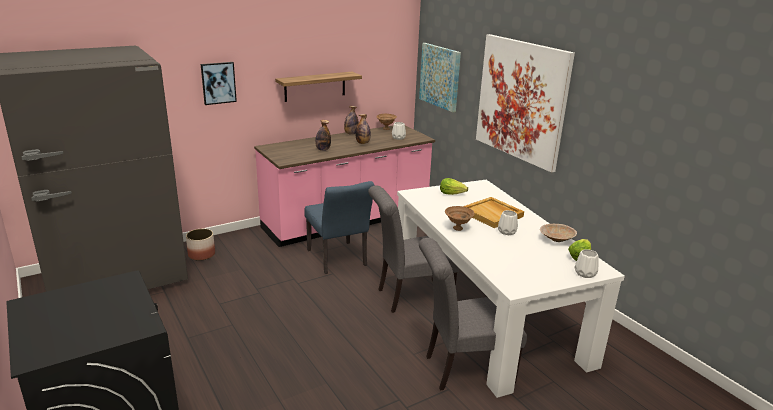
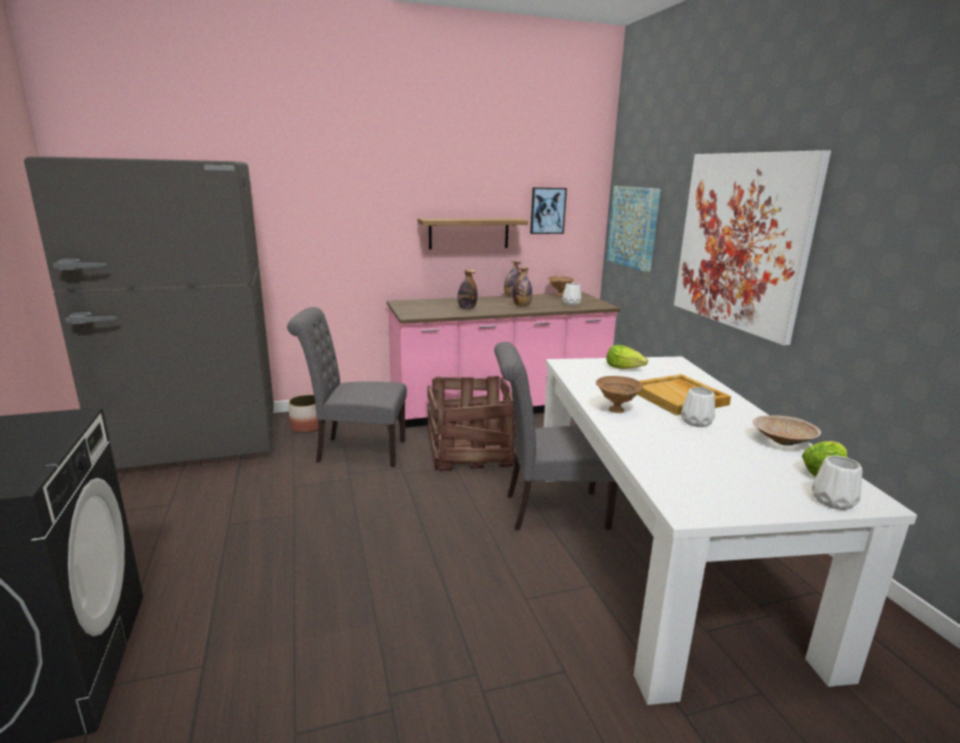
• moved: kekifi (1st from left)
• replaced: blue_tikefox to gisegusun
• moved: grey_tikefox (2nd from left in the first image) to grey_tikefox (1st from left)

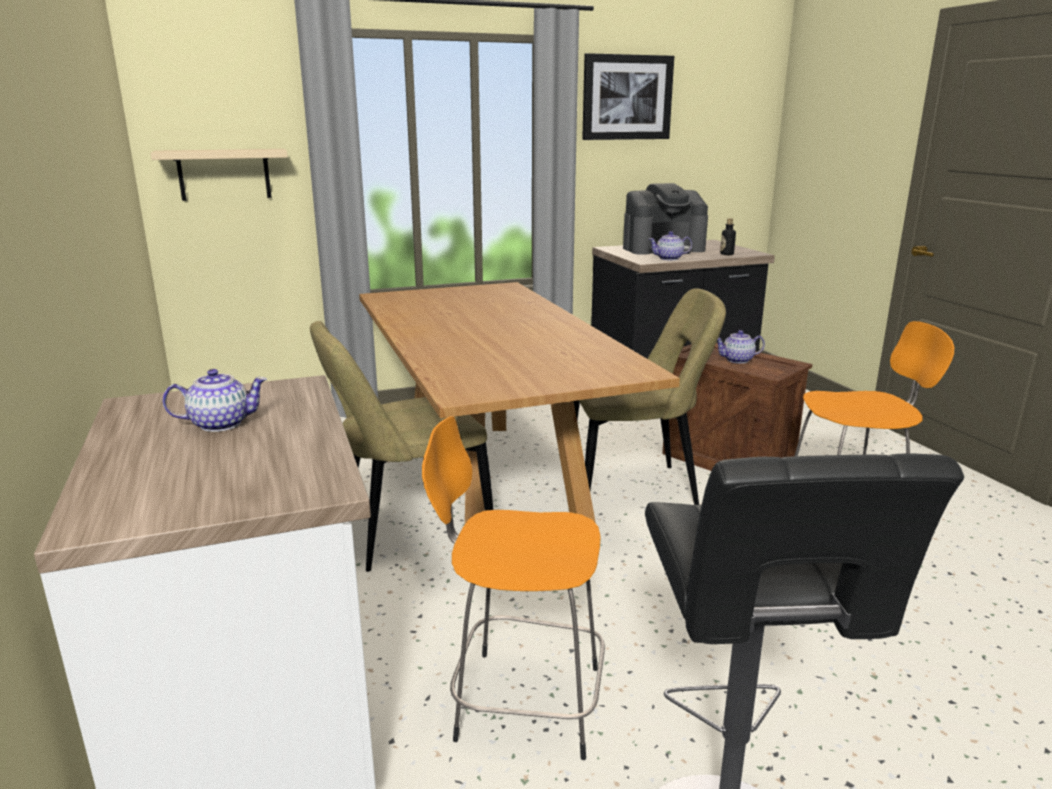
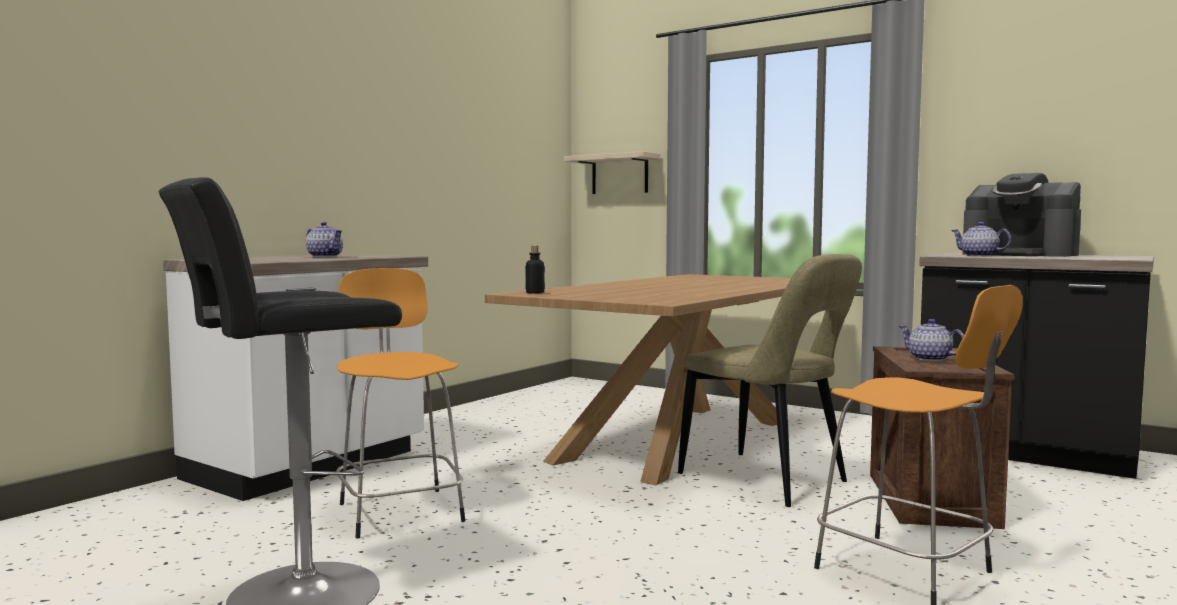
• removed: kekifi
• moved: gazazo
• removed: beige_tikefox (1st from left)

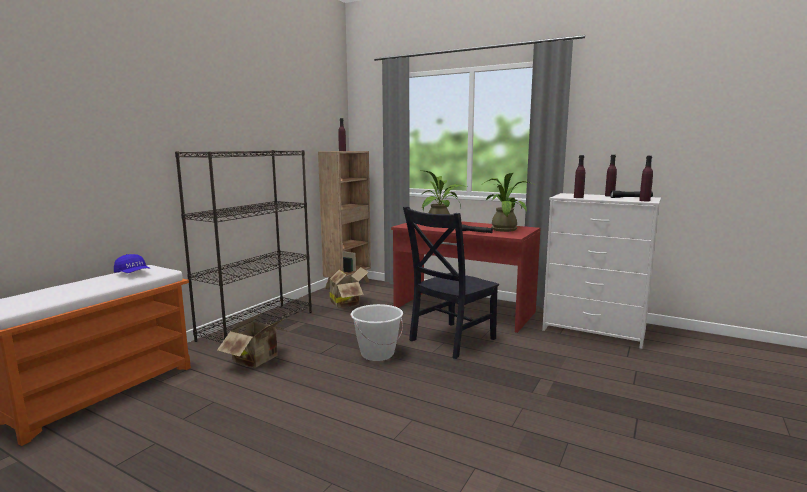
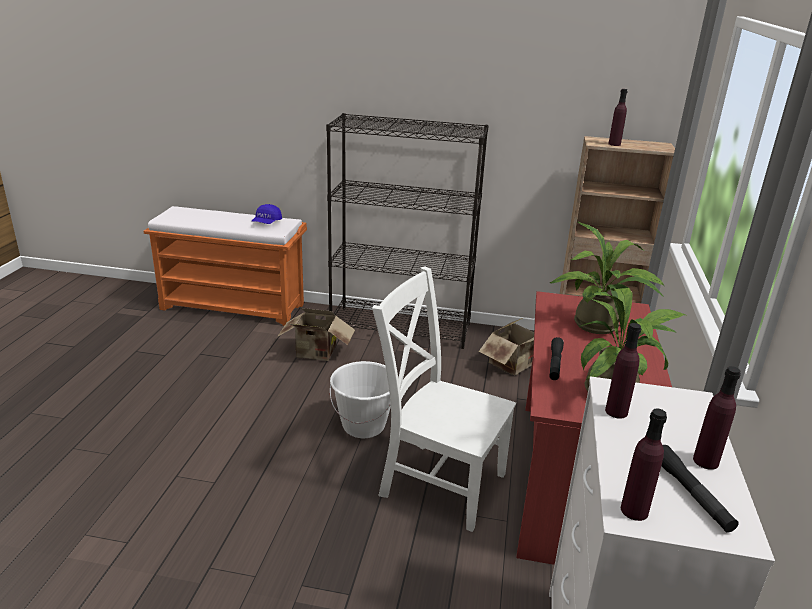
• recoloured: black_tikefox to white_tikefox

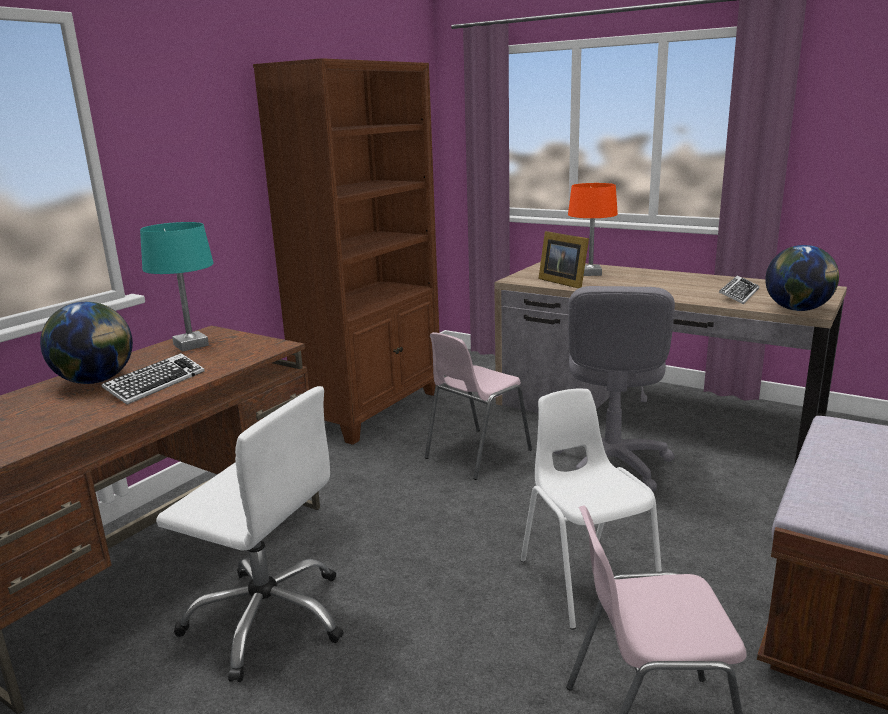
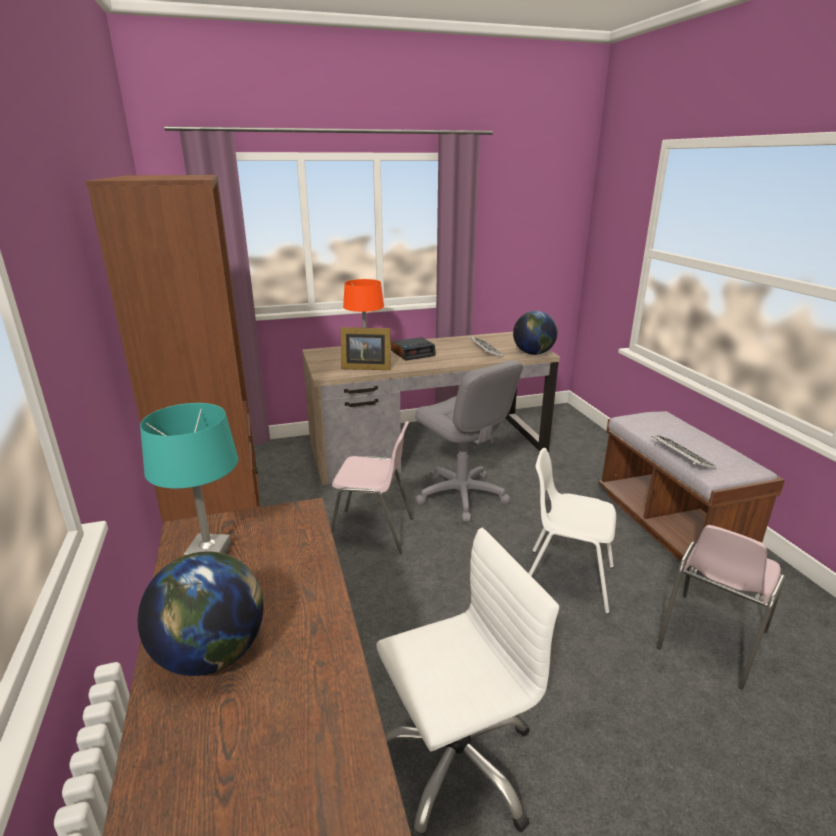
• turned: pink_tikefox (1st from left) 75 degrees counterclockwise
• moved: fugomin (1st from left in the first image) to fugomin (2nd from left)
• added: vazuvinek

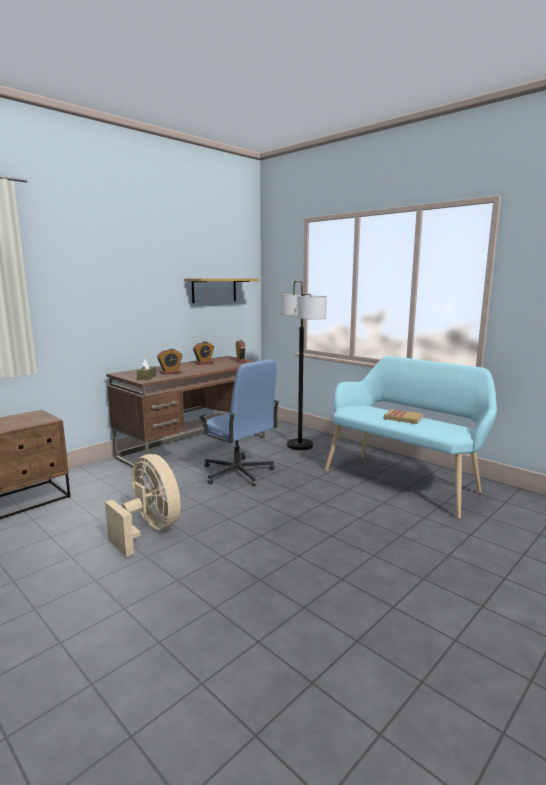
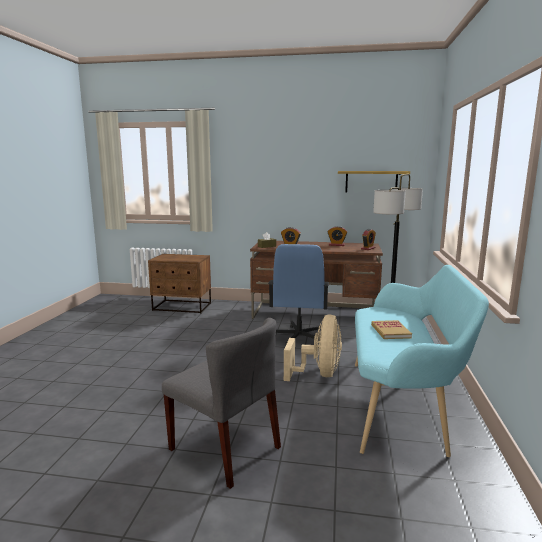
• moved: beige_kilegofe
• added: grey_tikefox

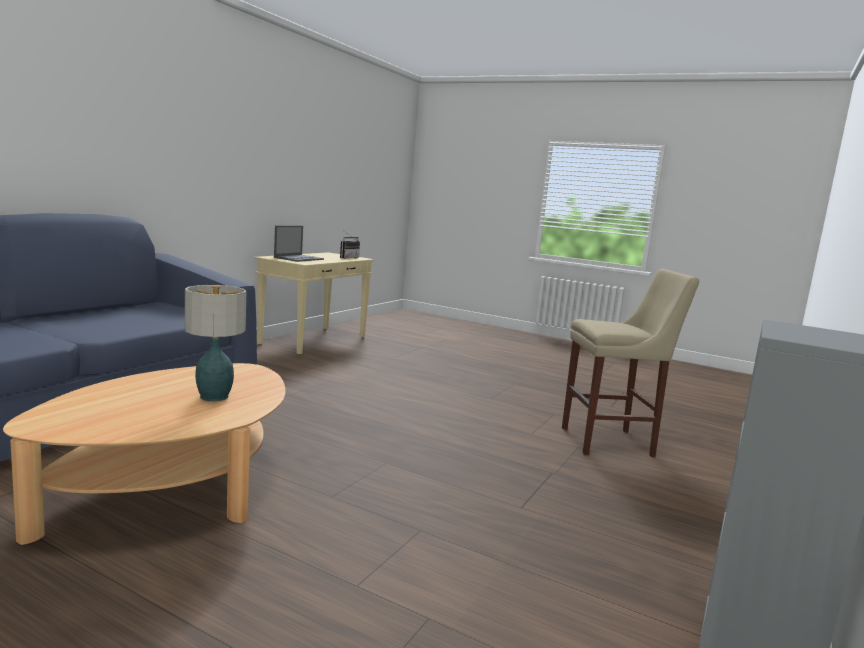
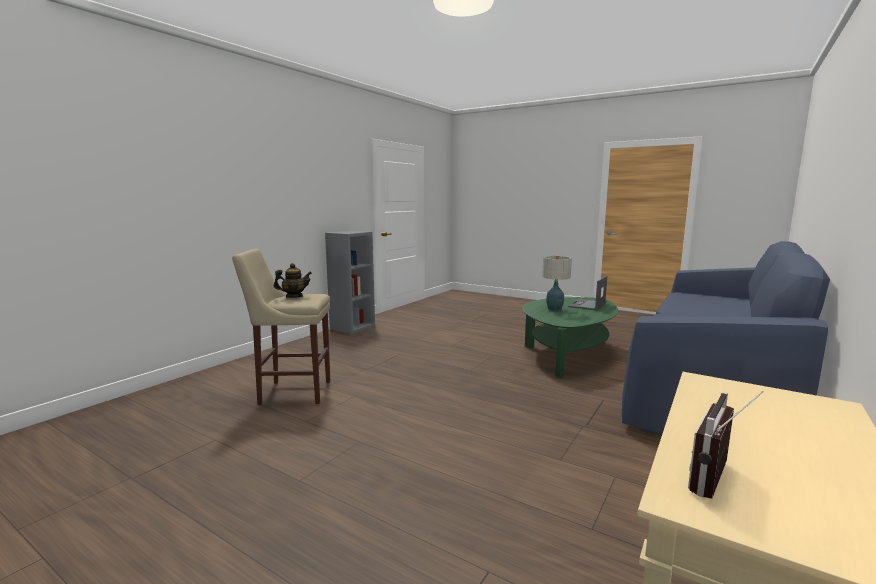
• moved: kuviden
• recoloured: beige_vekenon to green_vekenon
• added: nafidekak

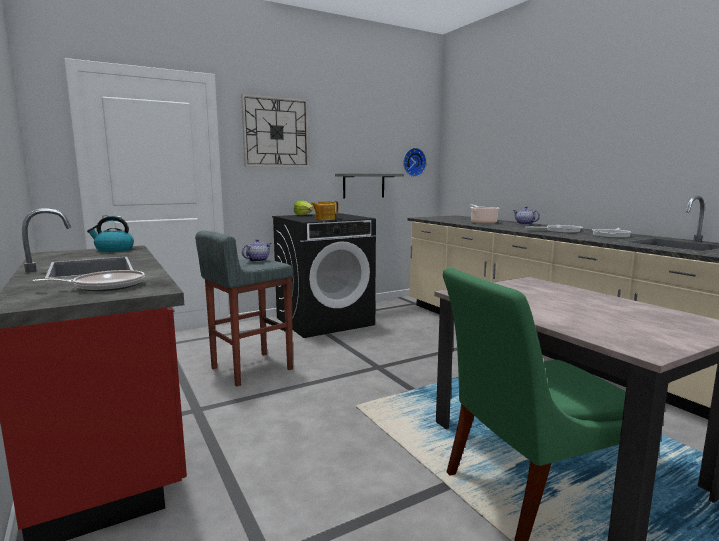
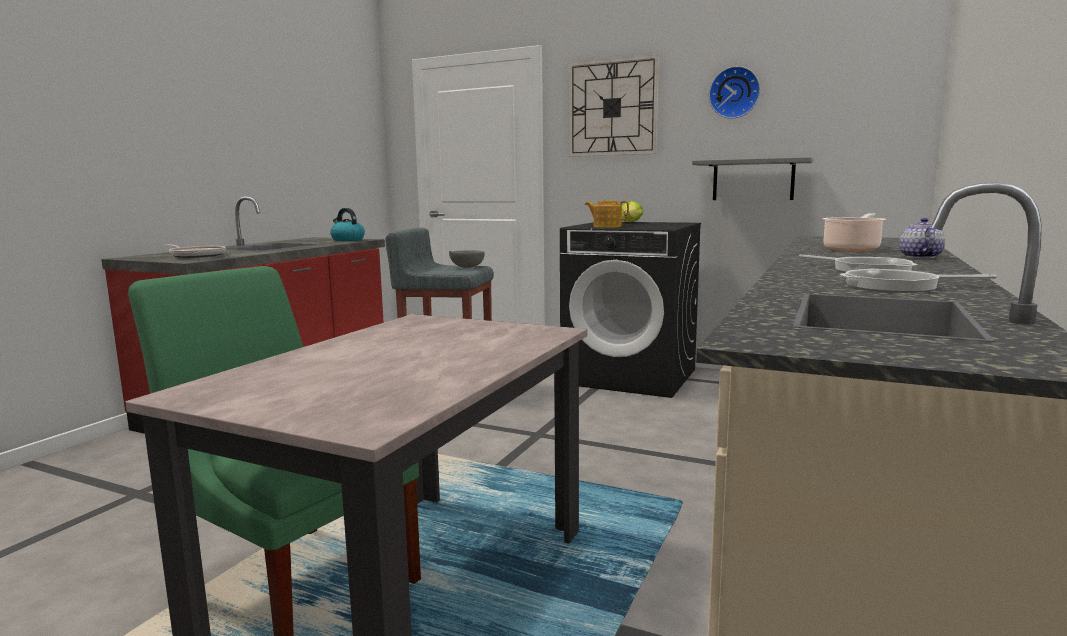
• moved: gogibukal (2nd from left)
• replaced: nafidekak (1st from left) to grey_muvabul

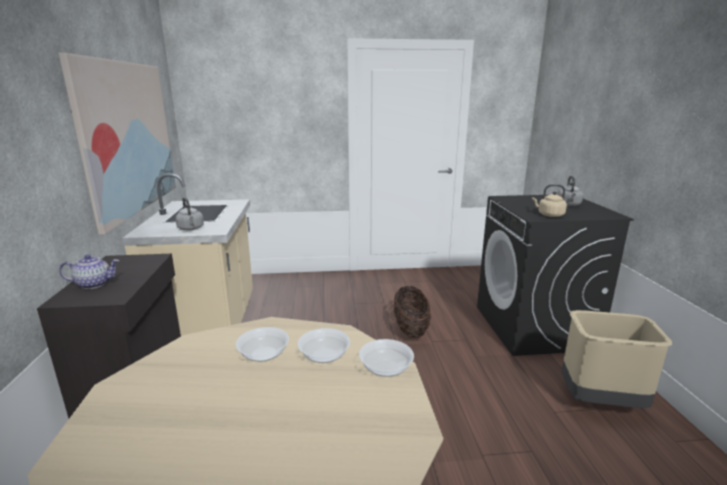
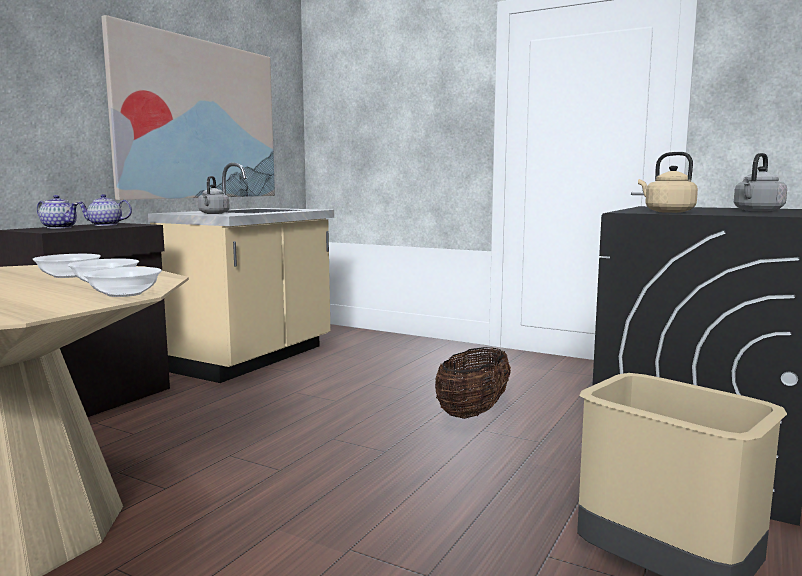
• added: nafidekak (2nd from left)

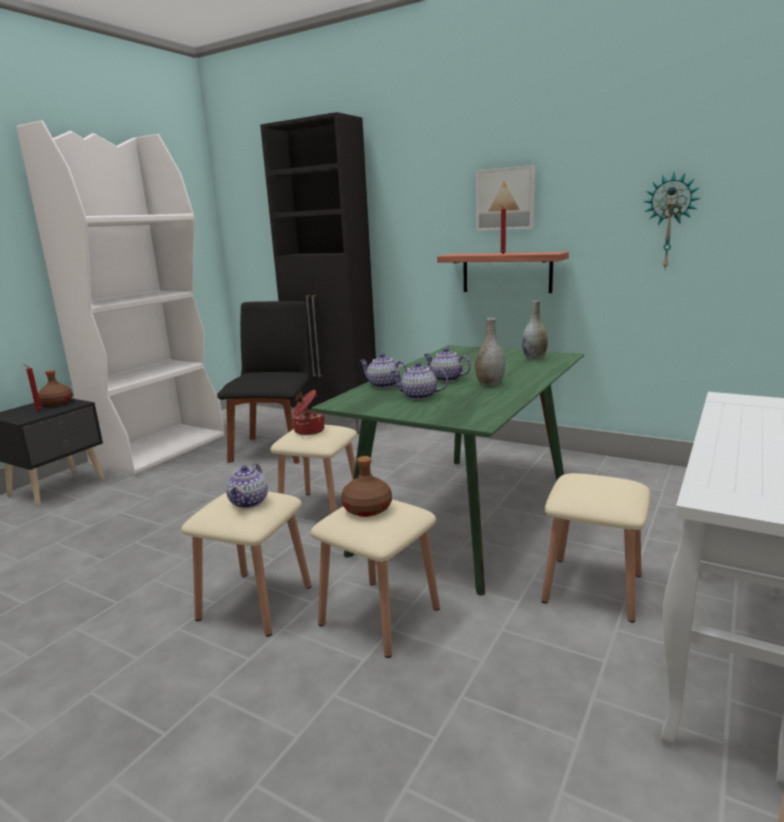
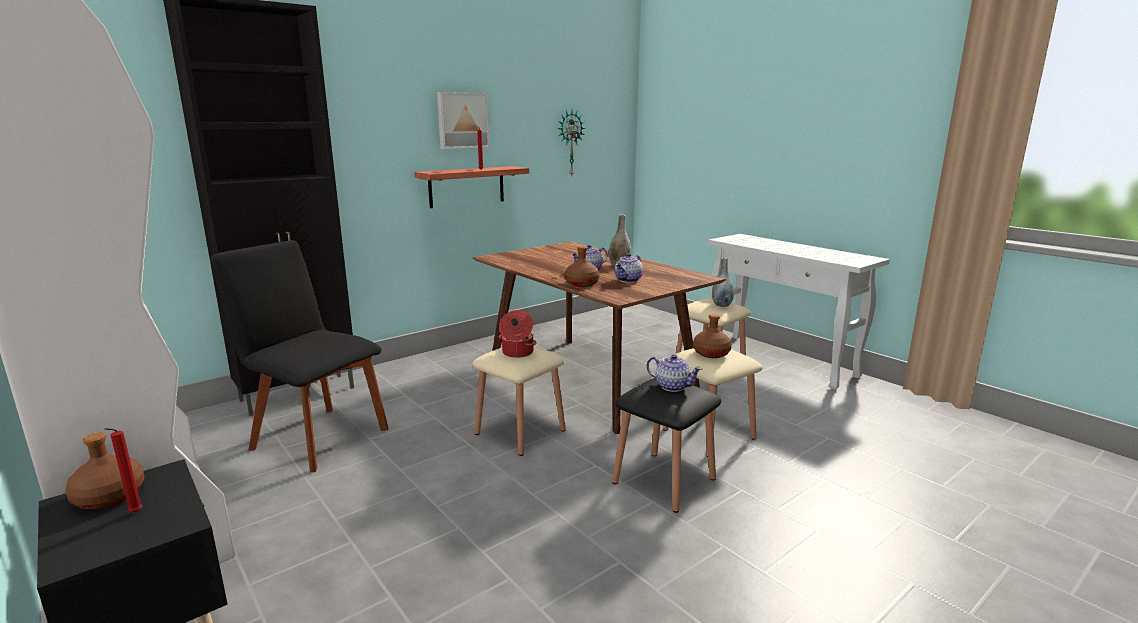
• moved: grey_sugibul (2nd from left)
• recoloured: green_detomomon to brown_detomomon
• replaced: nafidekak (2nd from left) to brown_gazazo (2nd from left)
• recoloured: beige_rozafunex (1st from left) to black_rozafunex

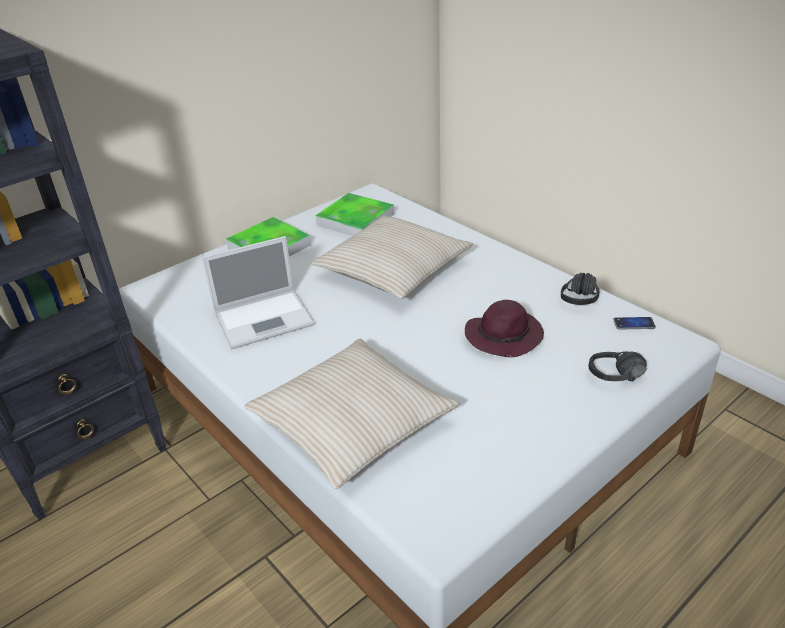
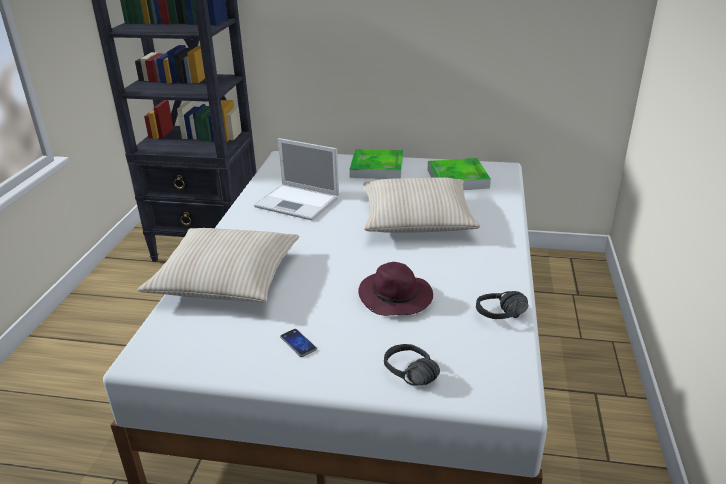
• moved: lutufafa

